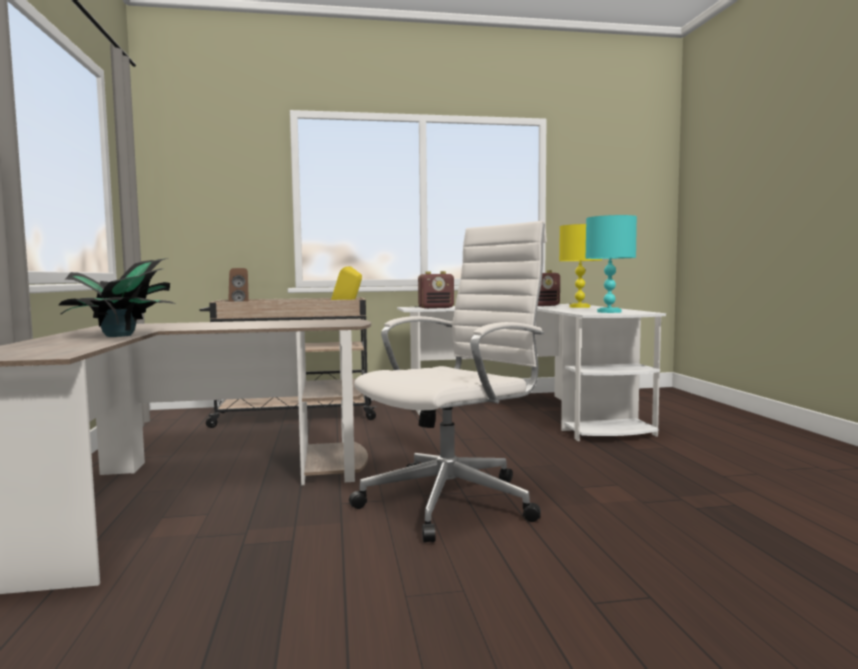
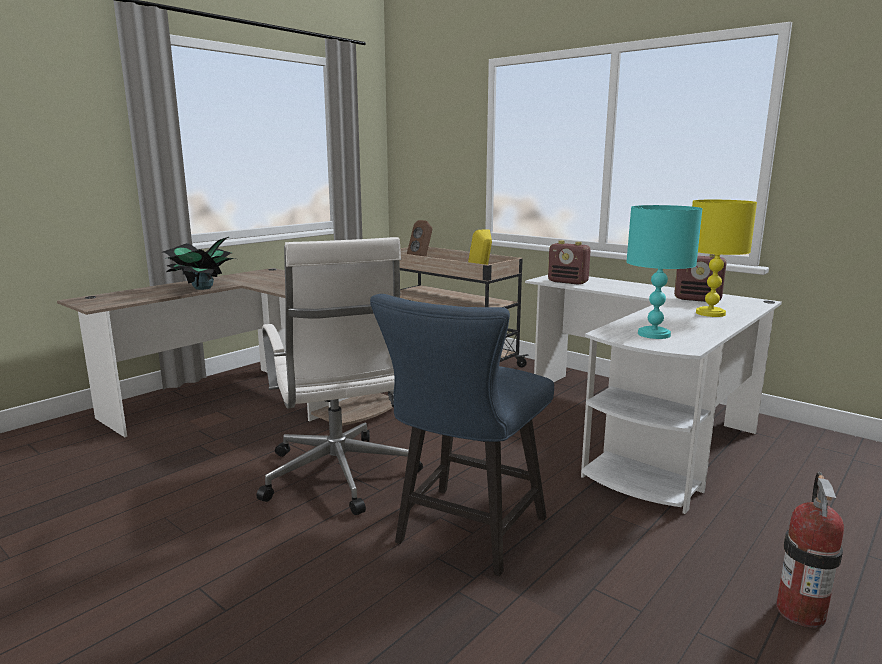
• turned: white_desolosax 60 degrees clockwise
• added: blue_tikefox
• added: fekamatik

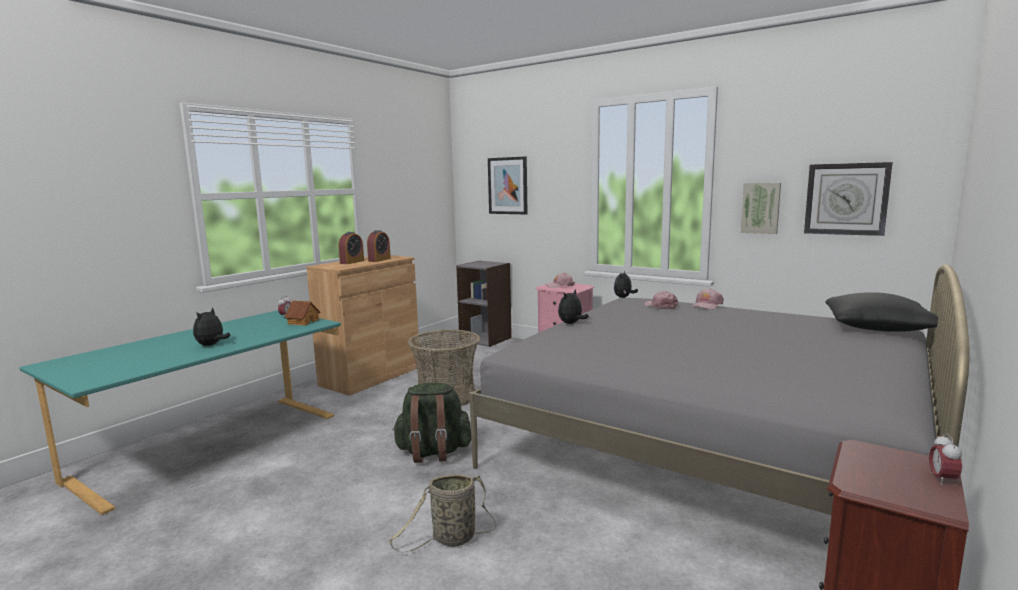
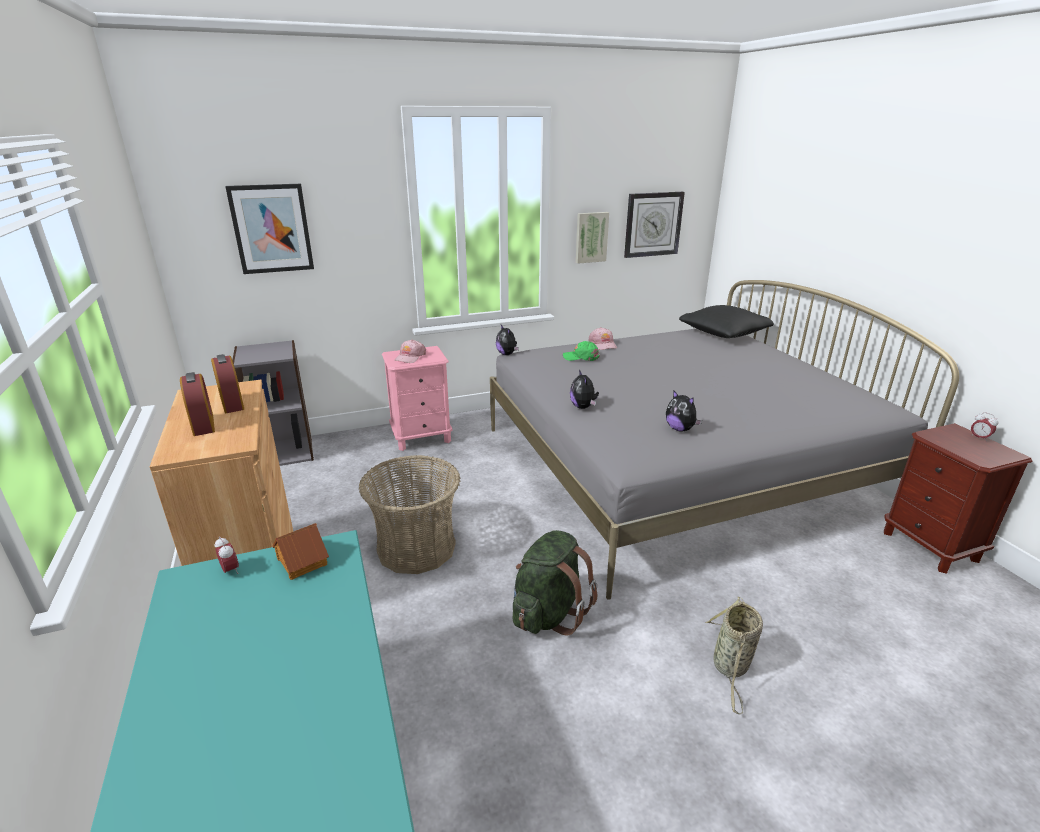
• recoloured: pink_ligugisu (2nd from left) to green_ligugisu
• moved: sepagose (1st from left in the first image) to sepagose (3rd from left)

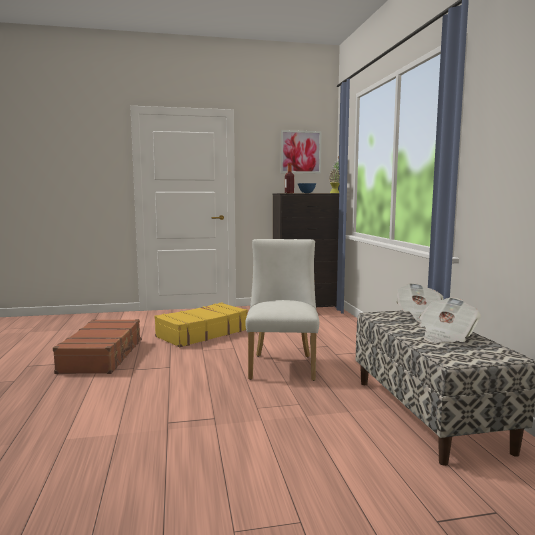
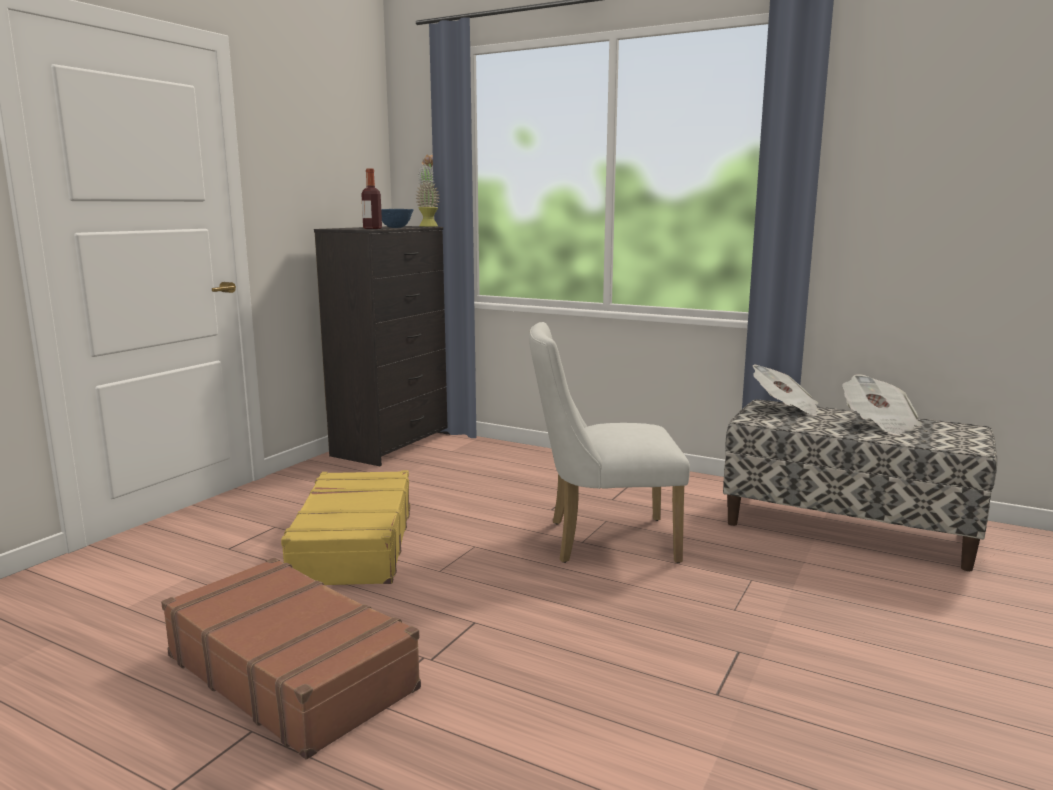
• removed: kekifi
• turned: white_tikefox 45 degrees counterclockwise

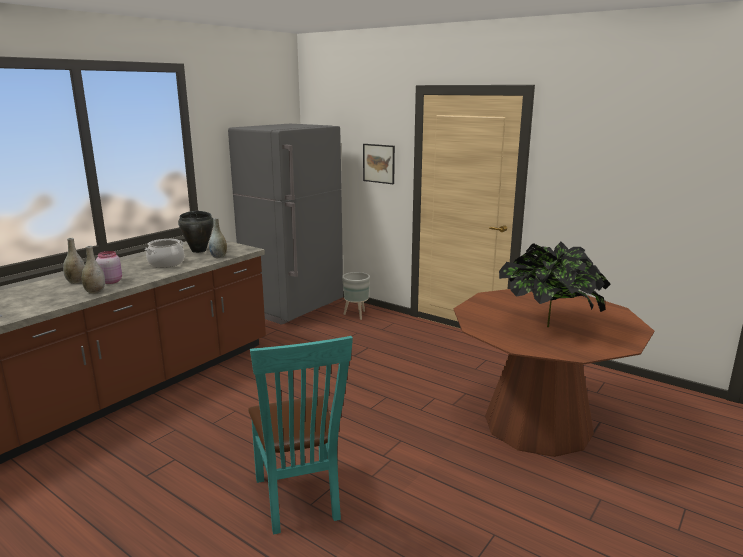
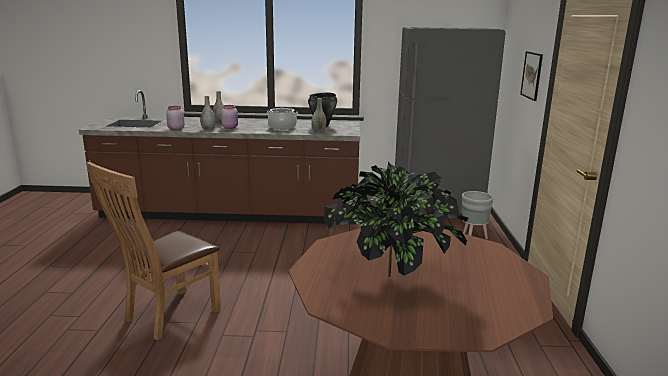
• recoloured: turquoise_tikefox to brown_tikefox
• added: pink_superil (1st from left)

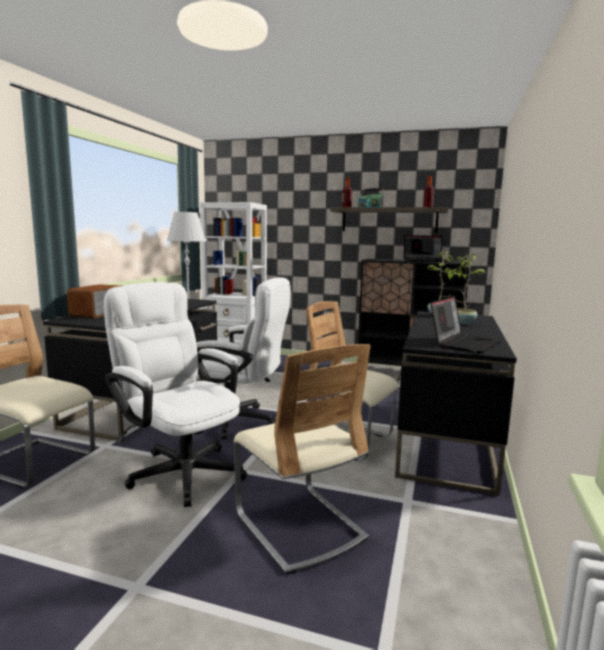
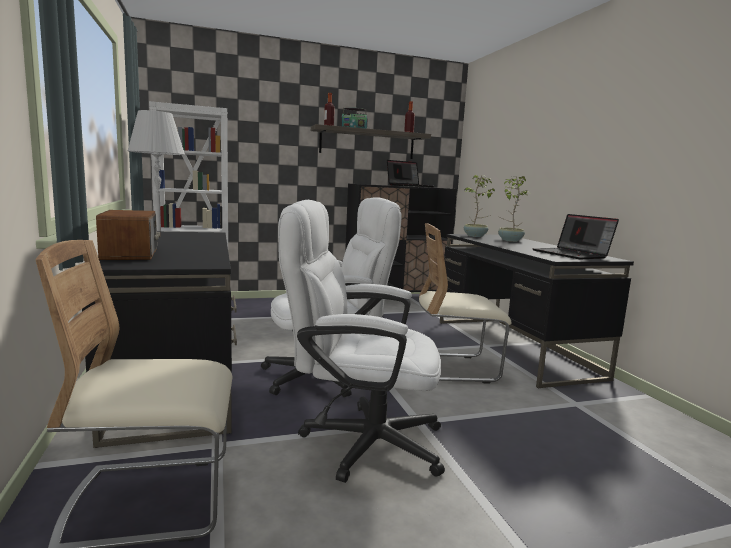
• turned: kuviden (2nd from left) 150 degrees clockwise
• removed: beige_tikefox (2nd from left)

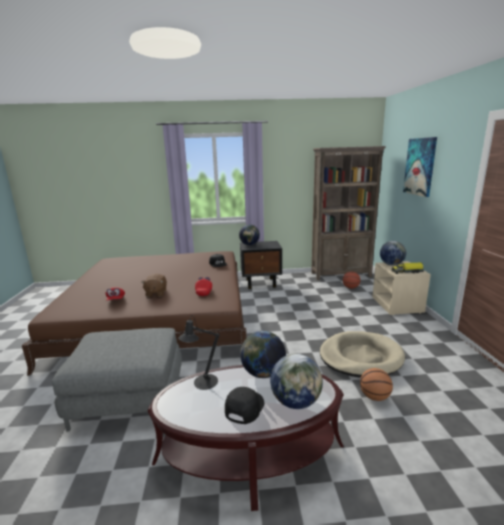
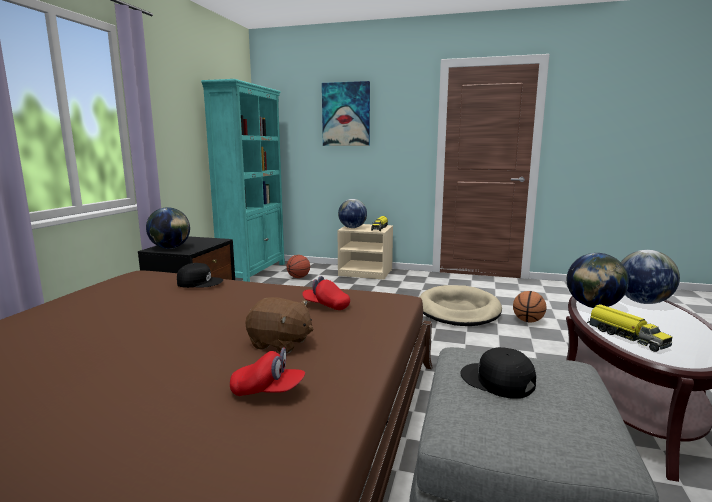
• recoloured: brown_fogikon to turquoise_fogikon
• replaced: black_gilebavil to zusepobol (2nd from left)
• moved: black_ligugisu (2nd from left)

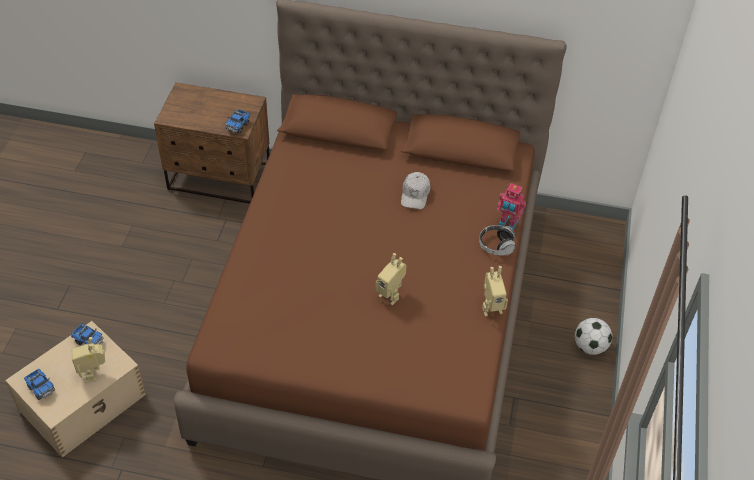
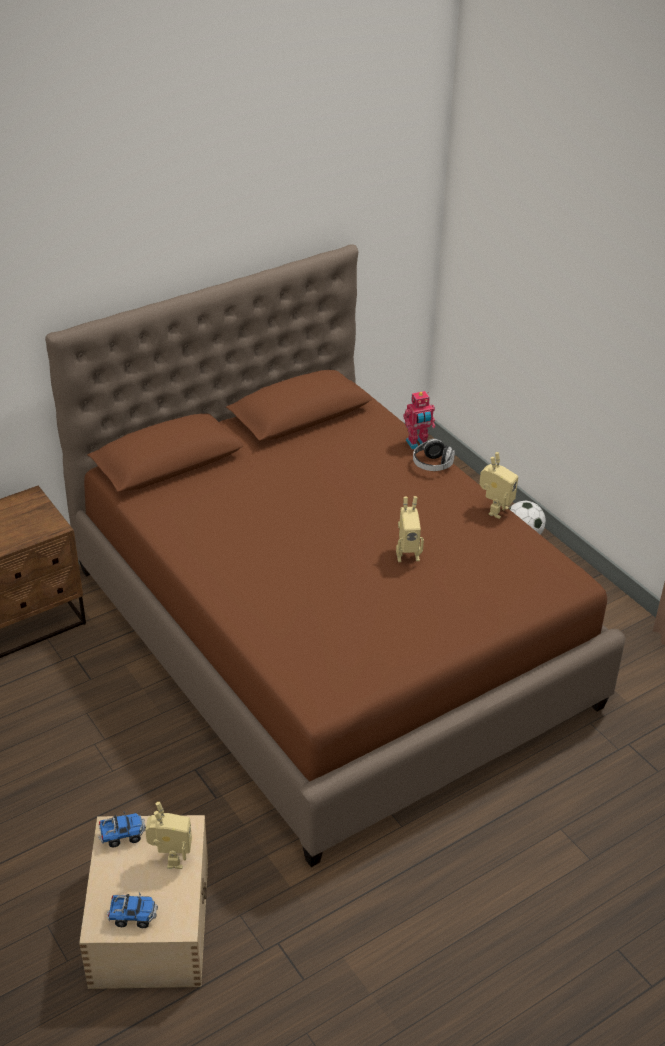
• removed: zusepobol (3rd from left)
• removed: white_ligugisu
• turned: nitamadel (1st from left) 120 degrees counterclockwise

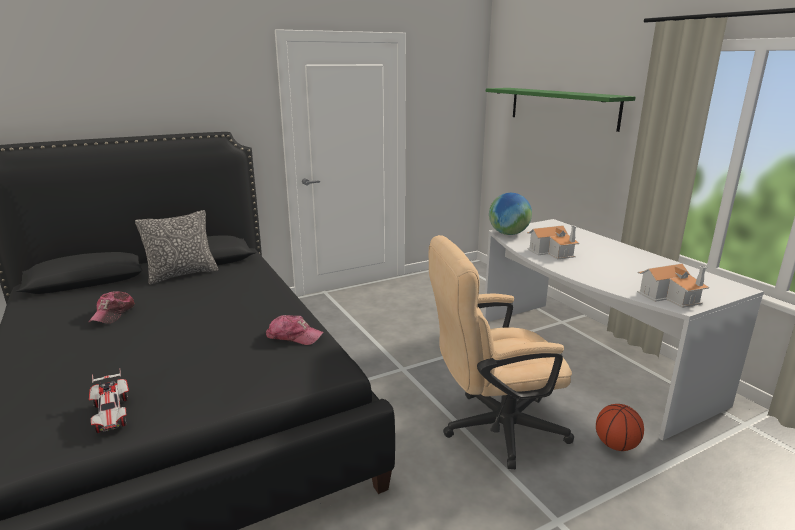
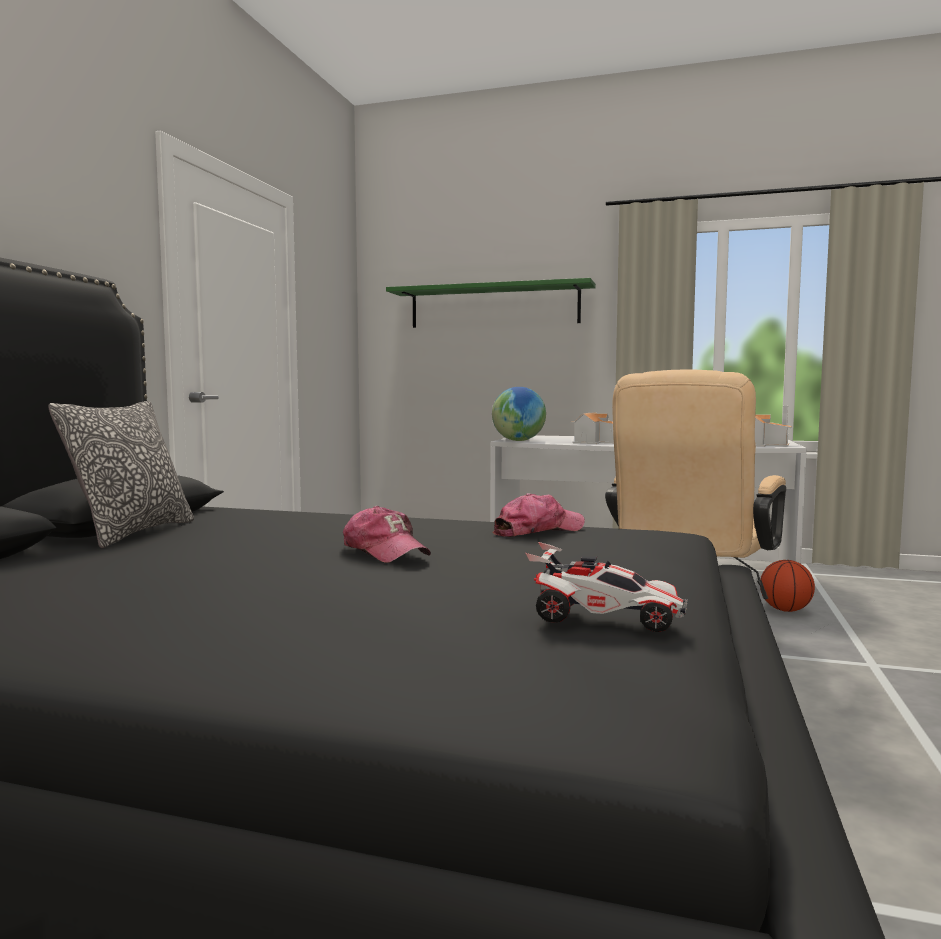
• moved: ligugisu (1st from left)

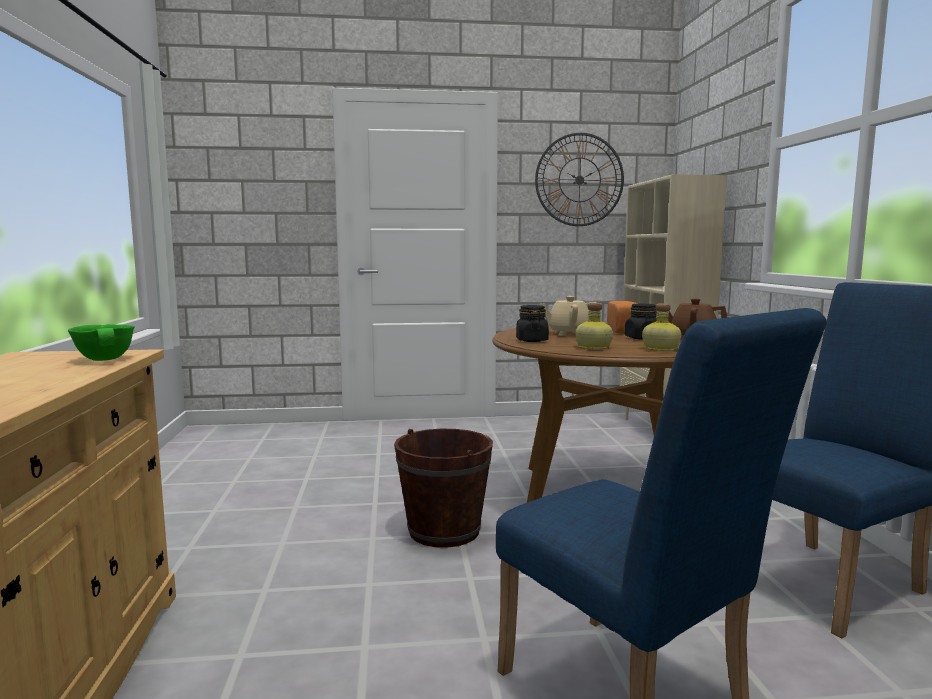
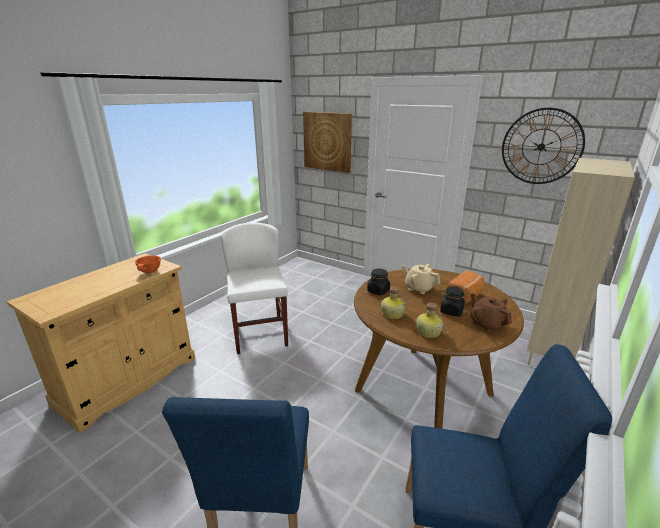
• recoloured: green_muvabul to orange_muvabul
• removed: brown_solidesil
• added: kekifi
• added: white_tikefox

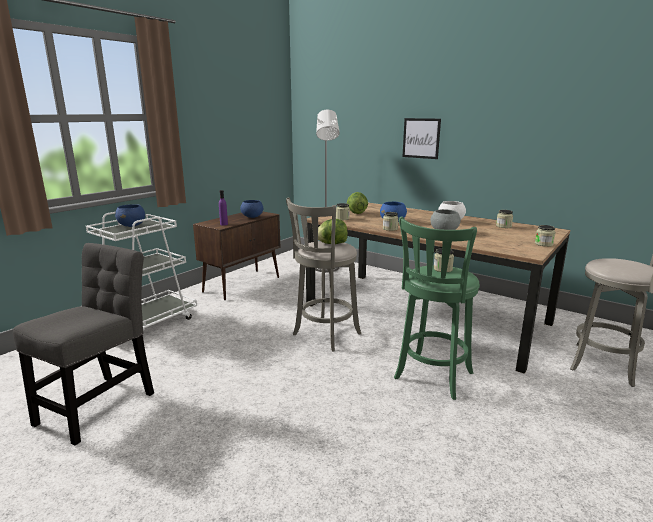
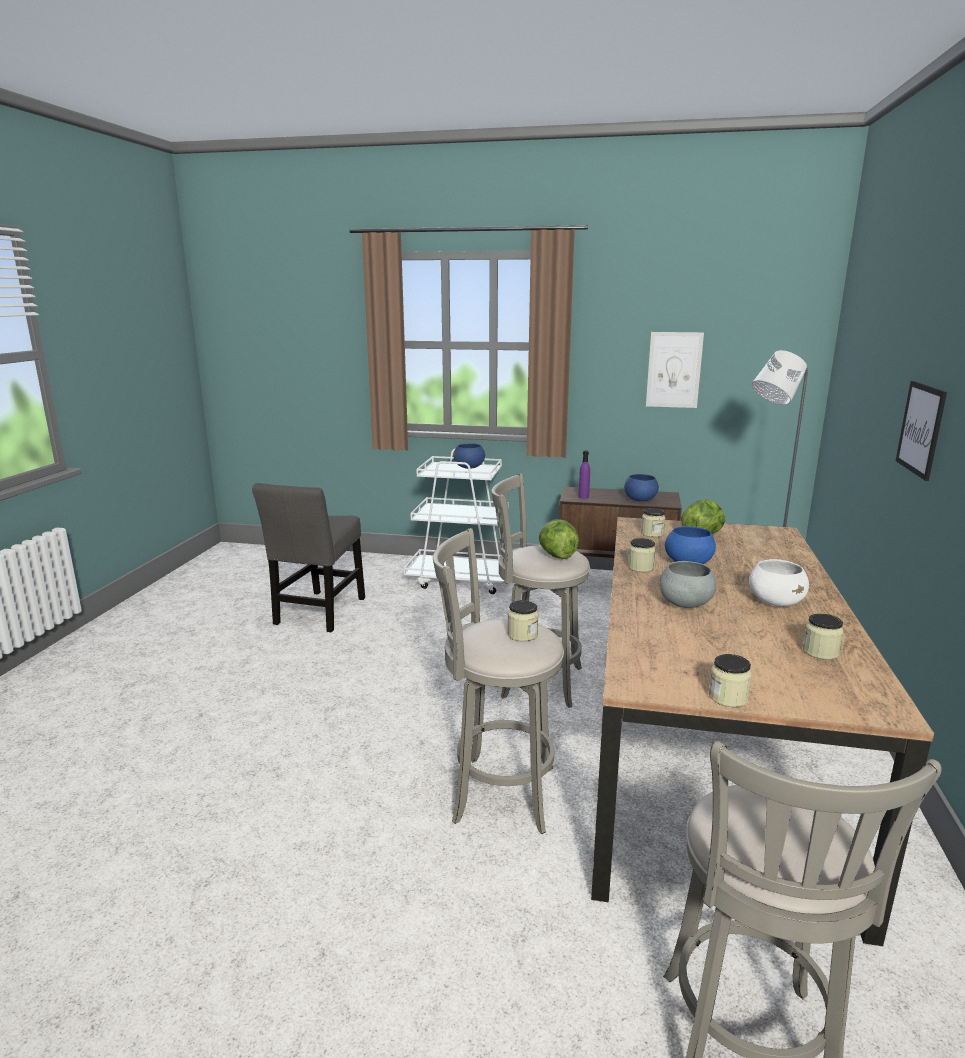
• recoloured: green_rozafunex to grey_rozafunex (1st from left)
• turned: grey_tikefox 105 degrees clockwise
• added: kekifi (1st from left)

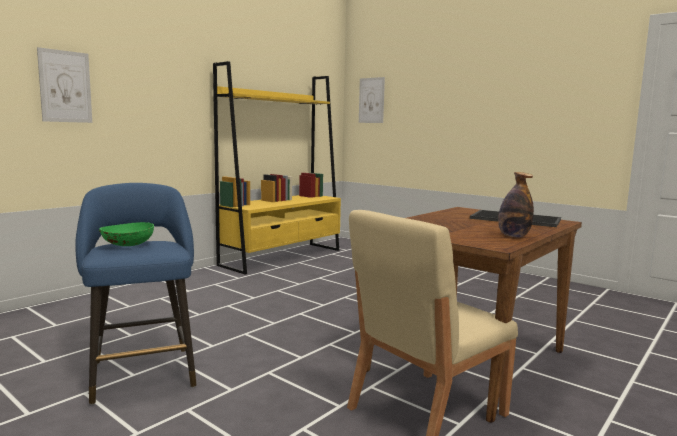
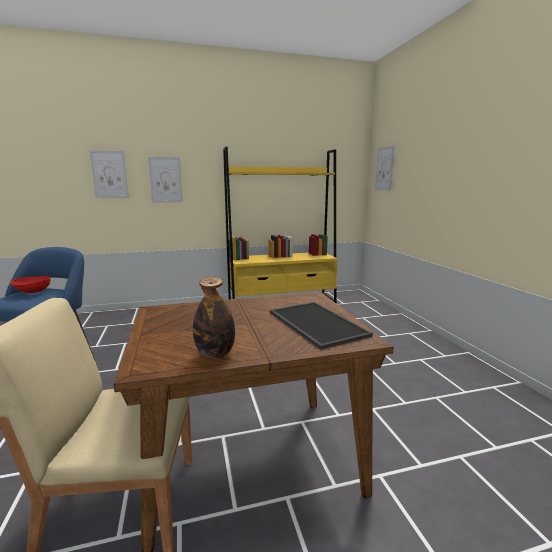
• recoloured: green_muvabul to red_muvabul
• added: kekifi (2nd from left)

